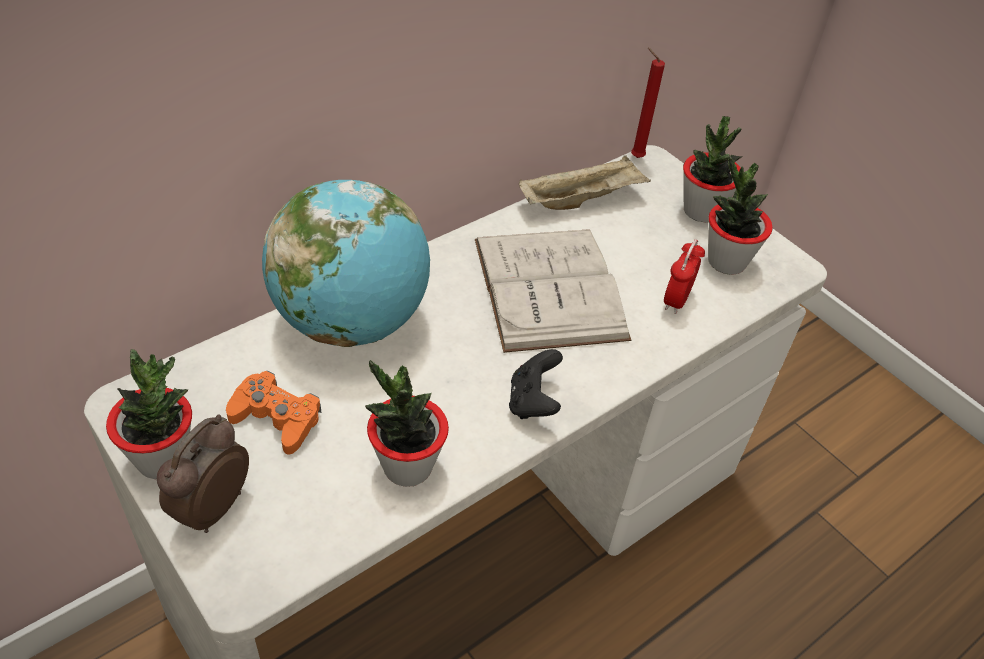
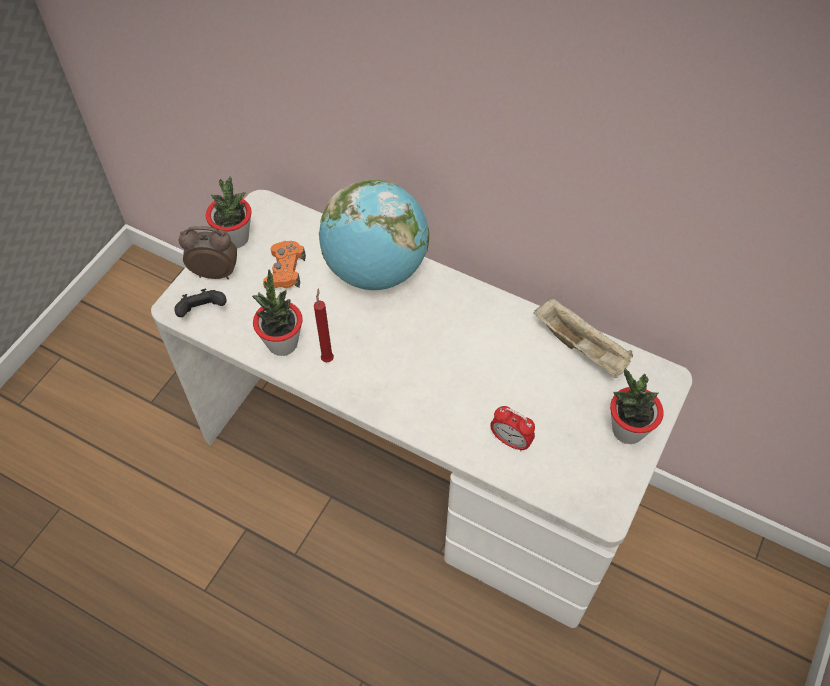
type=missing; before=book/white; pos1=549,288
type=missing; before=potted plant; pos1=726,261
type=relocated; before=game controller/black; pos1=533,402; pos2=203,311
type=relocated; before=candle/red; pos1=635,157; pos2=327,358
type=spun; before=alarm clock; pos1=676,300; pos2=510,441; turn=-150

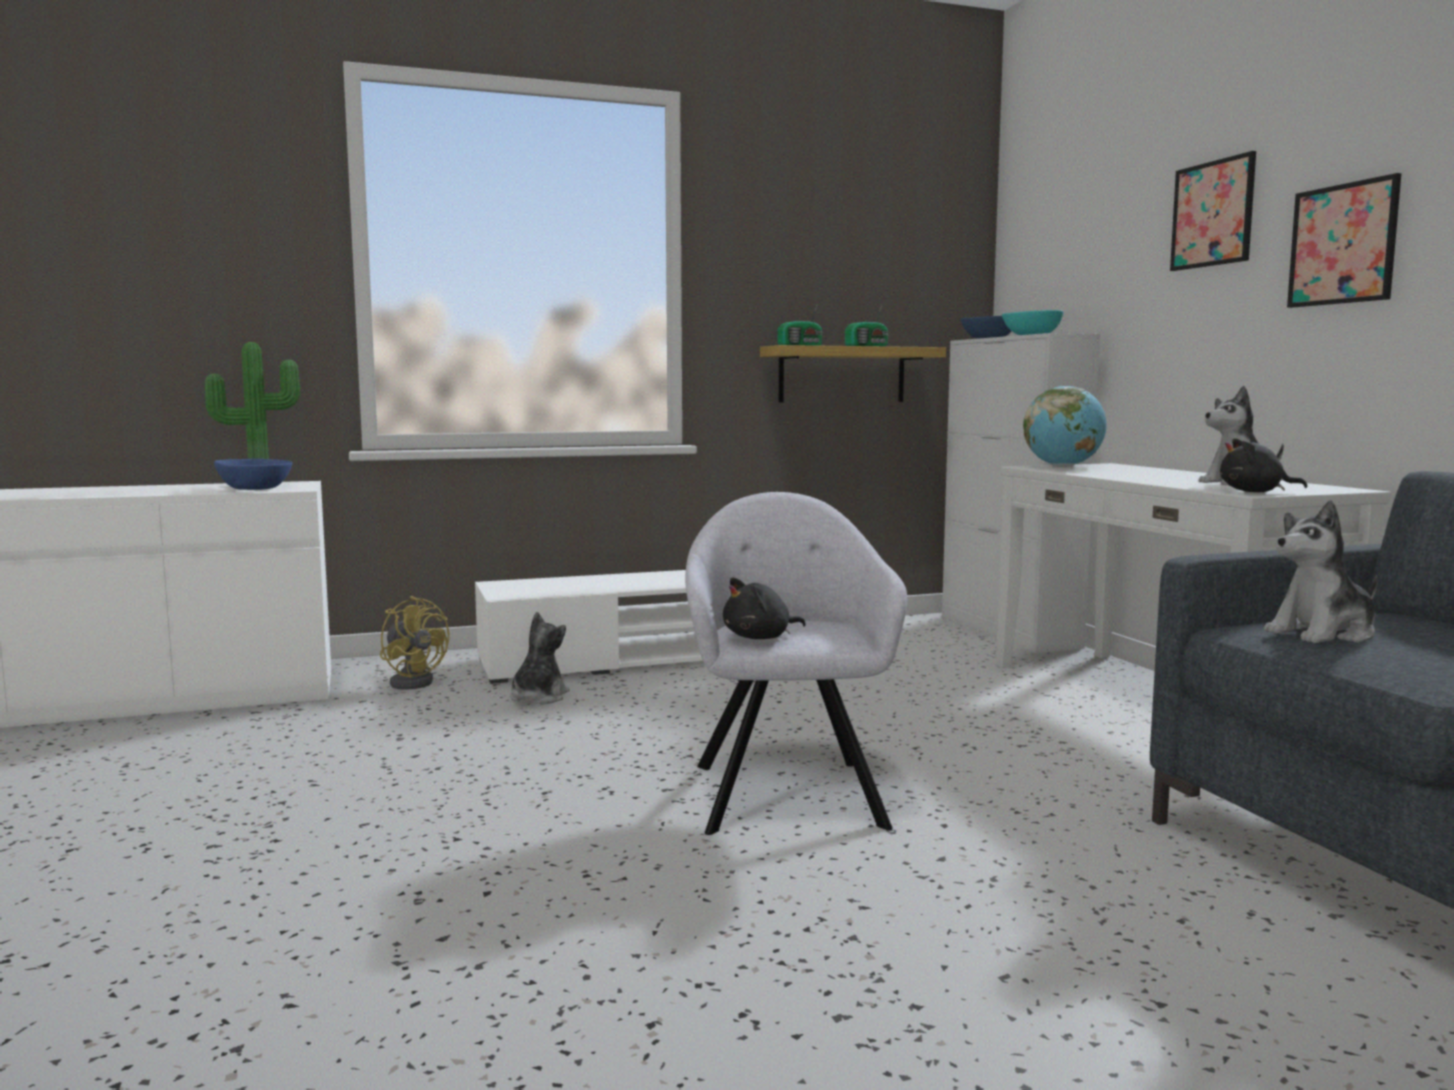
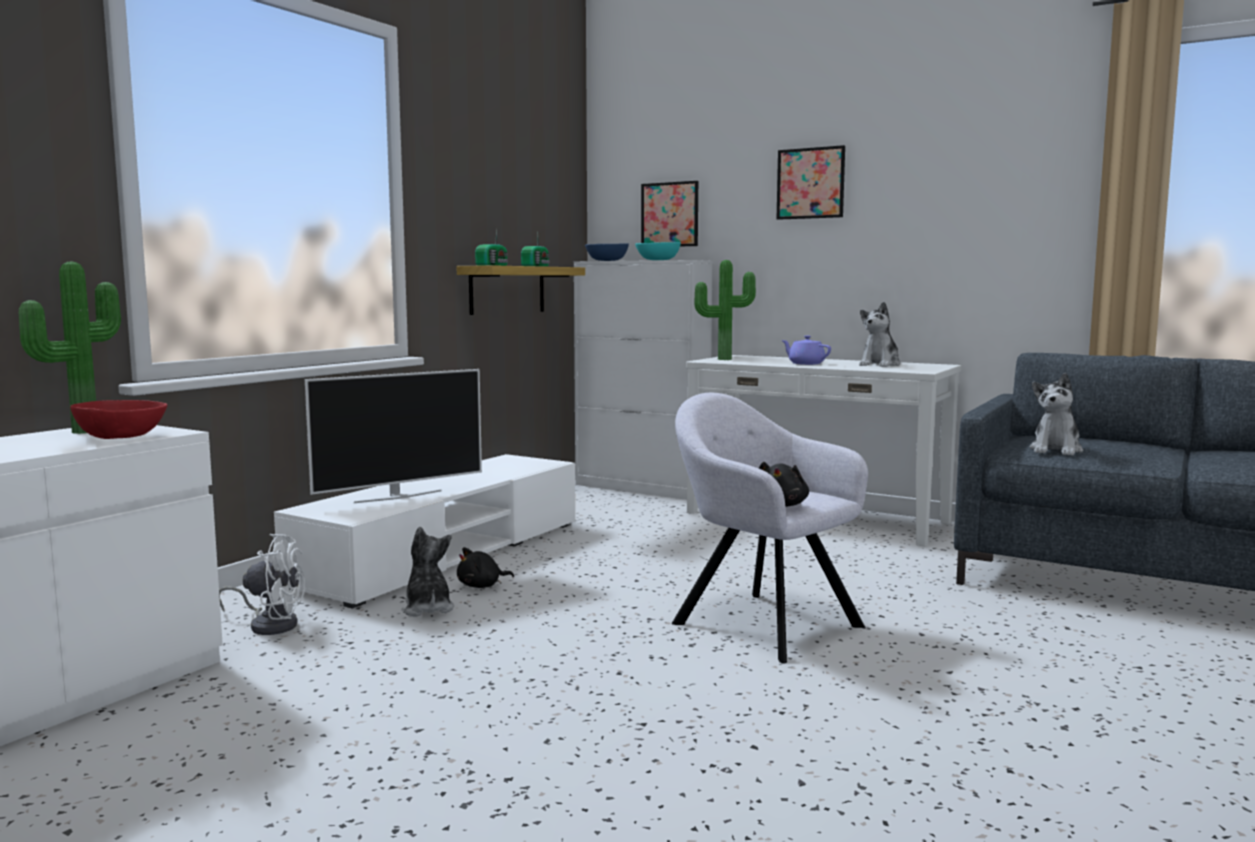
type=appeared; after=television; pos2=398,496
type=appeared; after=teapot/purple; pos2=805,363
type=relocated; before=plush toy/black; pos1=1255,492; pos2=482,586
type=relocated; before=picture; pos1=1343,244; pos2=669,214
type=exchanged; before=globe; after=potted plant; pos1=1063,466; pos2=724,359
type=colour; before=bowl/blue; after=bowl/red; pos1=255,489; pos2=122,437
type=colour; before=fan/yellow; after=fan/white; pos1=414,681; pos2=270,624

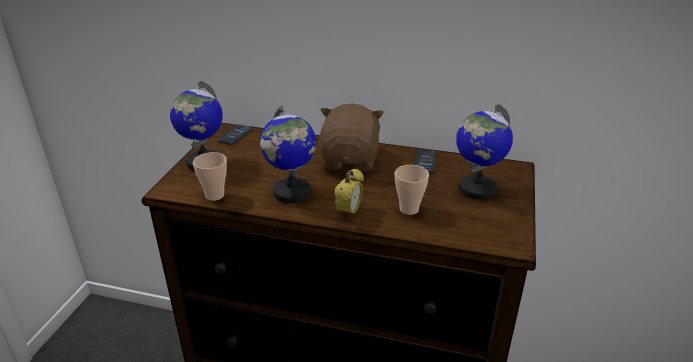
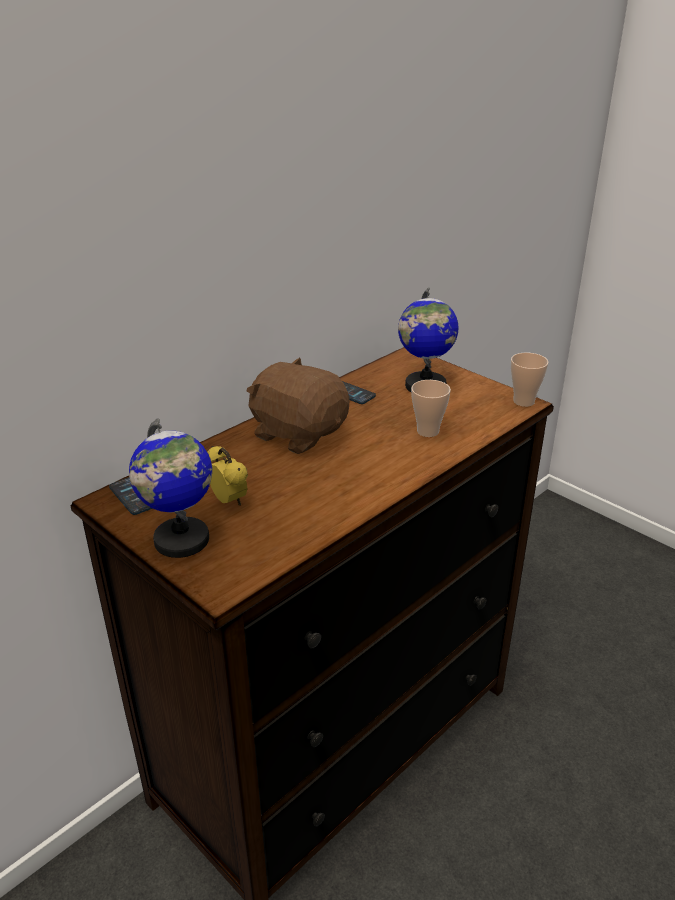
type=missing; before=globe; pos1=291,192
type=relocated; before=cup; pos1=214,195; pos2=523,401
type=relocated; before=alarm clock; pos1=349,212; pos2=229,501

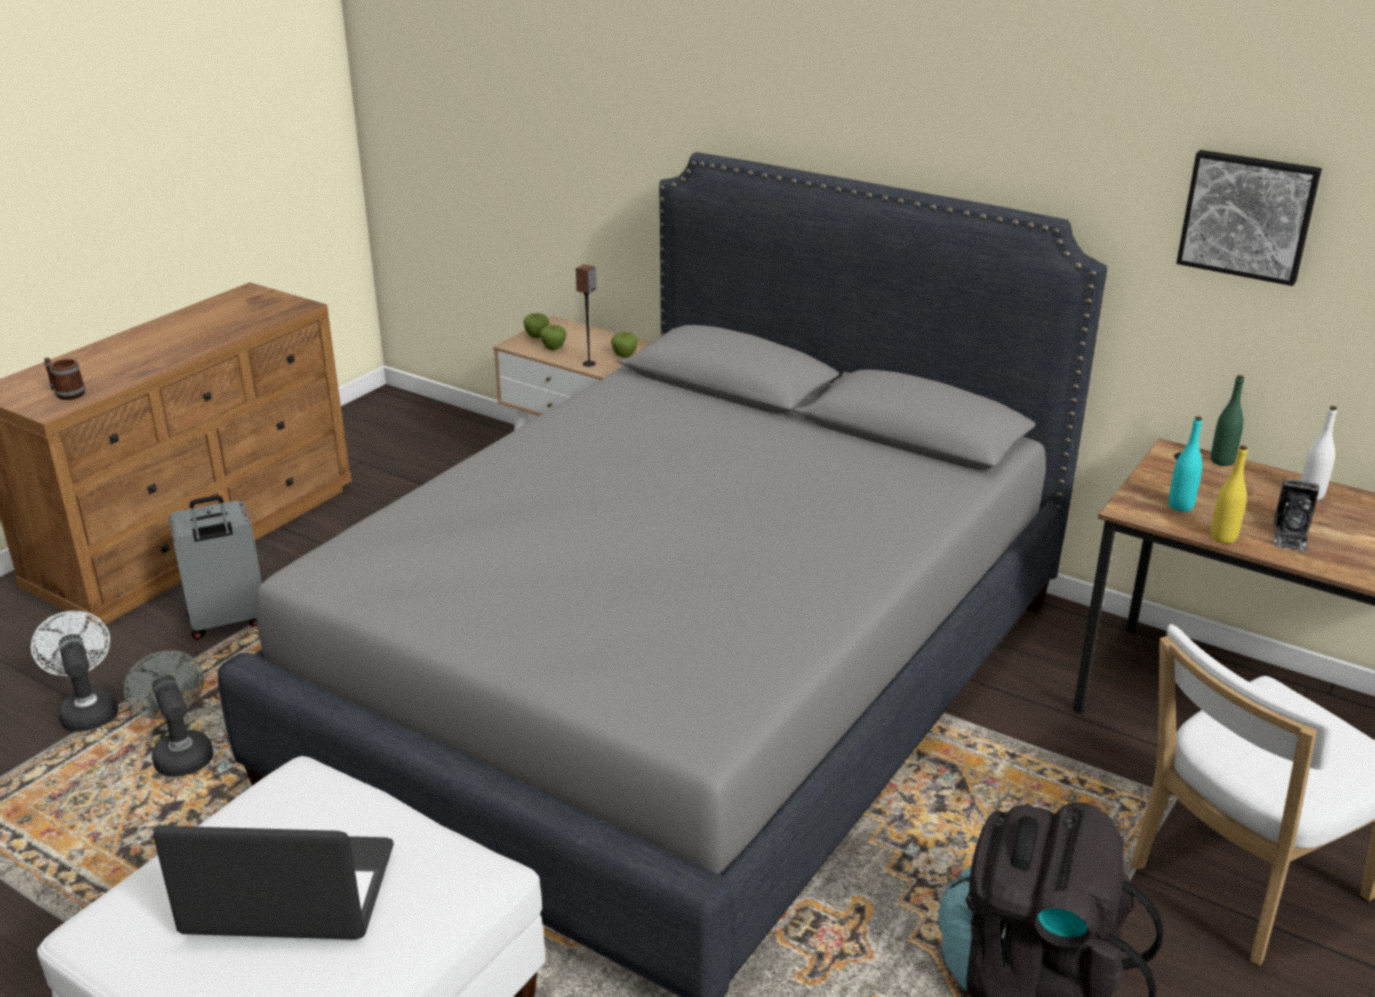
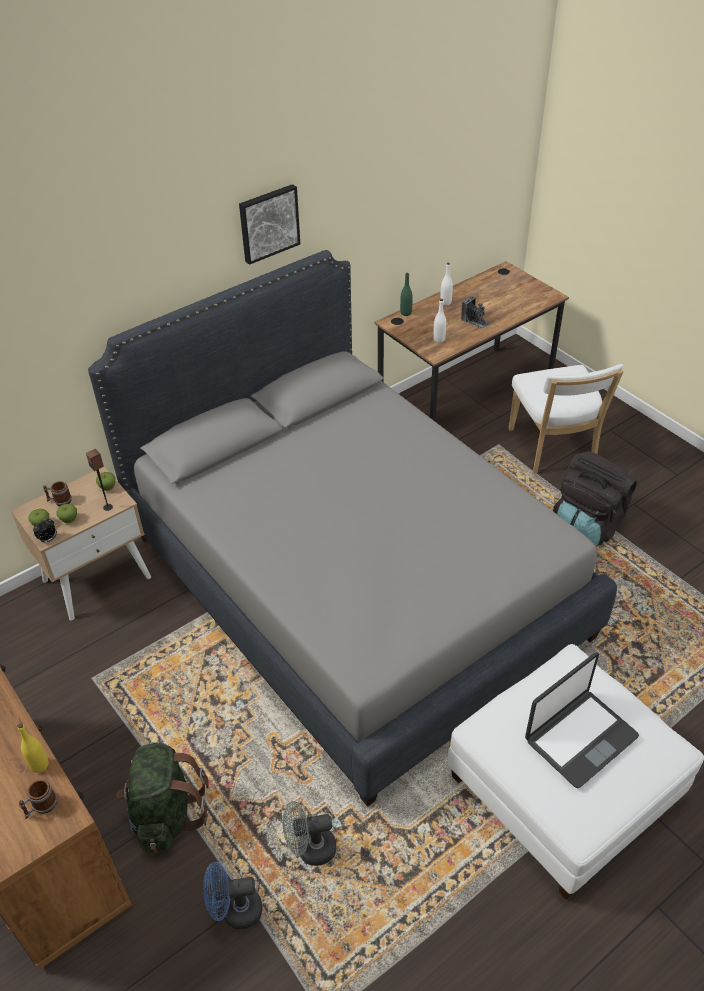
type=appeared; after=alarm clock; pos2=48,540
type=appeared; after=mug; pos2=59,501
type=relocated; before=picture; pos1=1248,215; pos2=268,223
type=relocated; before=bottle/yellow; pos1=1223,537; pos2=39,765
type=exchanged; before=suitcase/grey; after=backpack/green; pos1=228,622; pos2=166,814
type=colour; before=fan/white; after=fan/blue; pos1=87,710; pos2=235,911
type=colour; before=bottle/turquoise; after=bottle/white; pos1=1180,506; pos2=439,339
type=spun; before=laptop; pos1=289,893; pos2=579,737; turn=-150

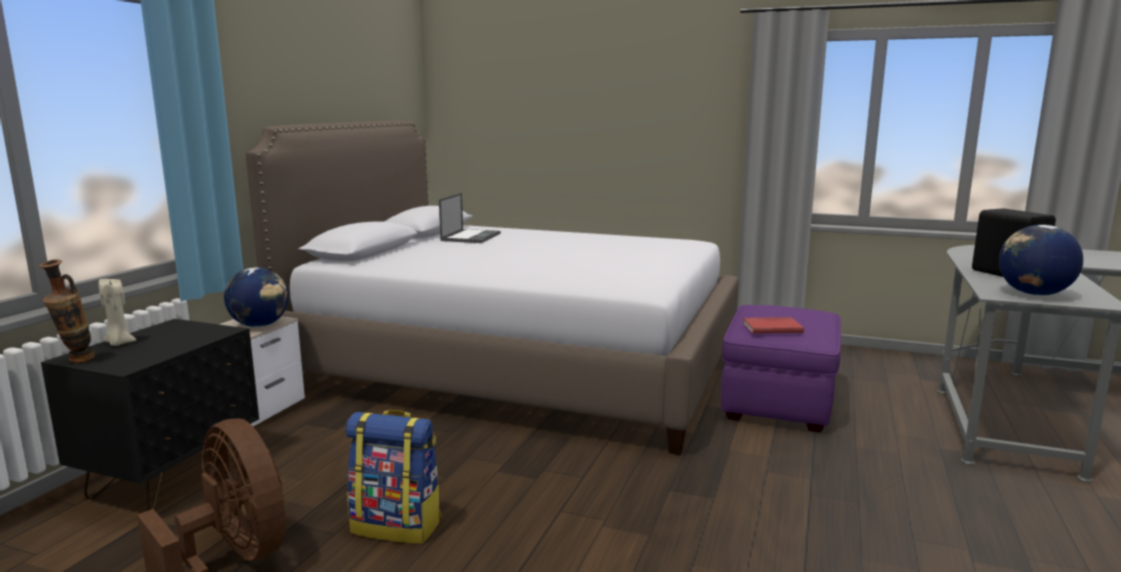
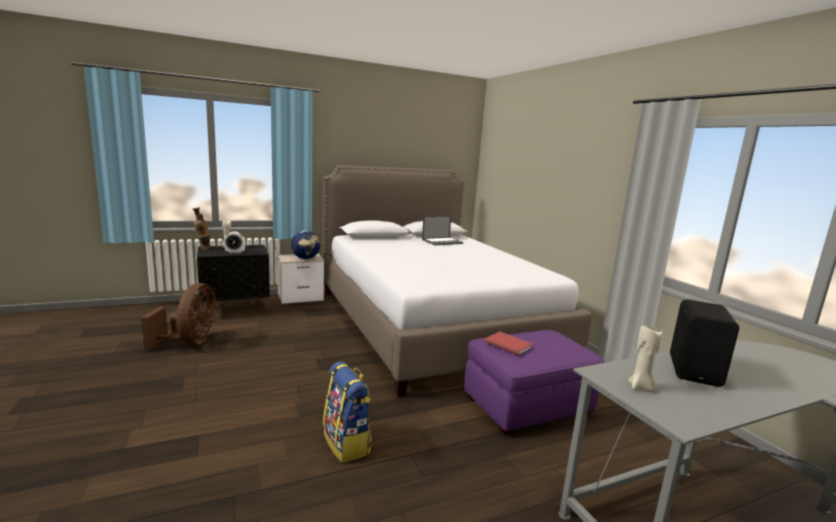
type=appeared; after=alarm clock; pos2=235,252
type=relocated; before=backpack; pos1=397,525; pos2=347,443
type=exchanged; before=globe; after=candle/beige; pos1=1033,294; pos2=640,387

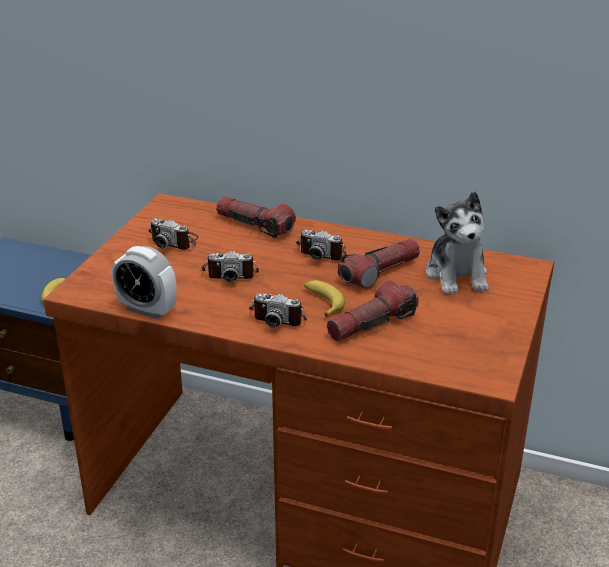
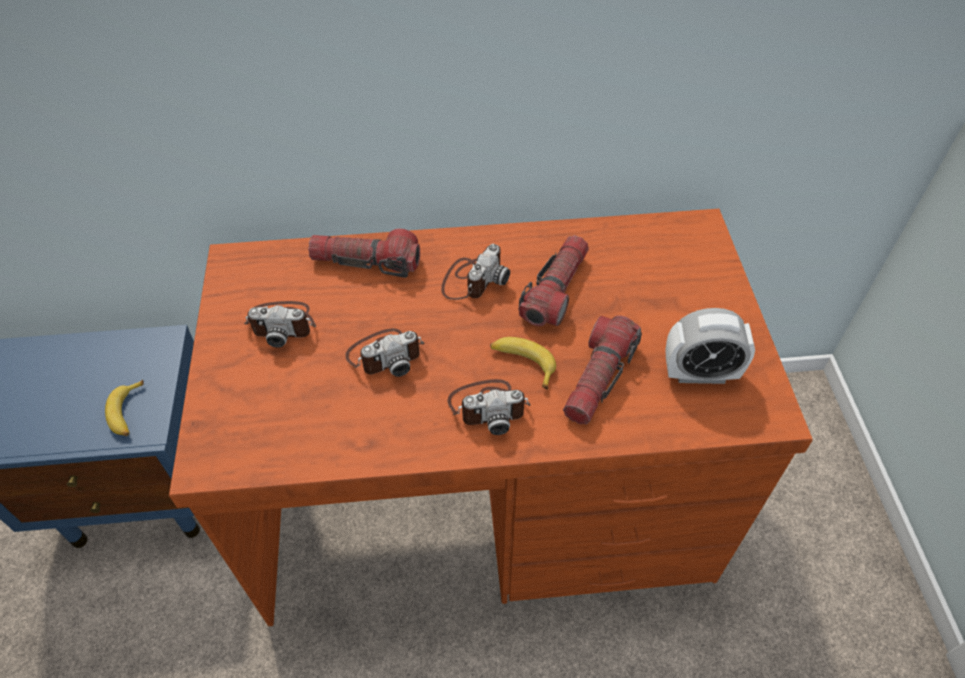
type=missing; before=plush toy; pos1=457,275
type=relocated; before=alarm clock; pos1=147,309; pos2=700,373
type=spun; before=photo camera; pos1=323,252; pos2=473,279; turn=-60

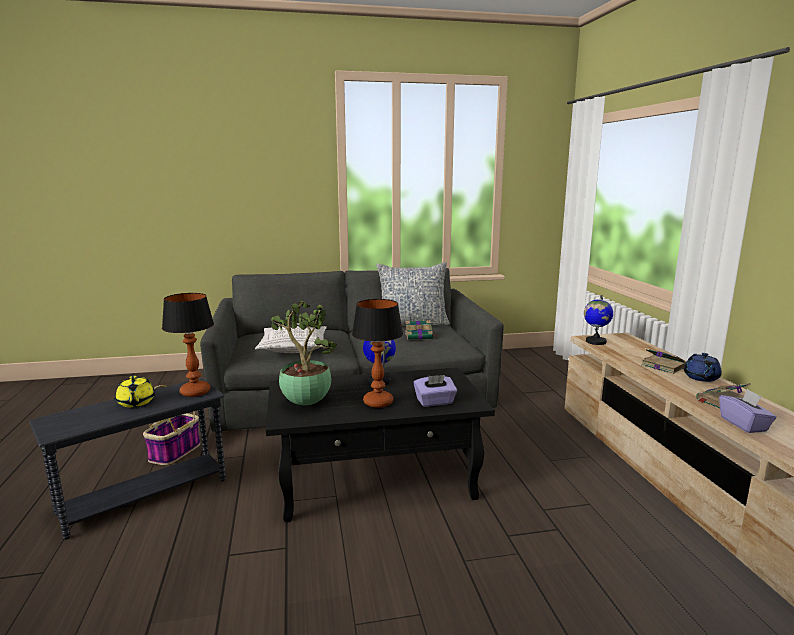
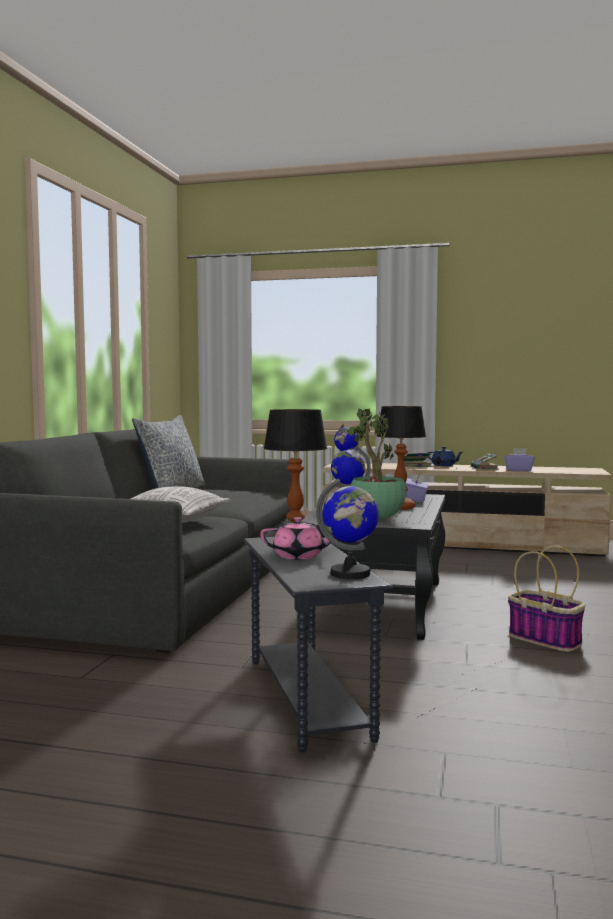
type=missing; before=book; pos1=419,336
type=appeared; after=globe; pos2=350,574
type=relocated; before=basket; pos1=174,452; pos2=546,640
type=colour; before=teapot/yellow; after=teapot/pink; pos1=136,403; pos2=299,556

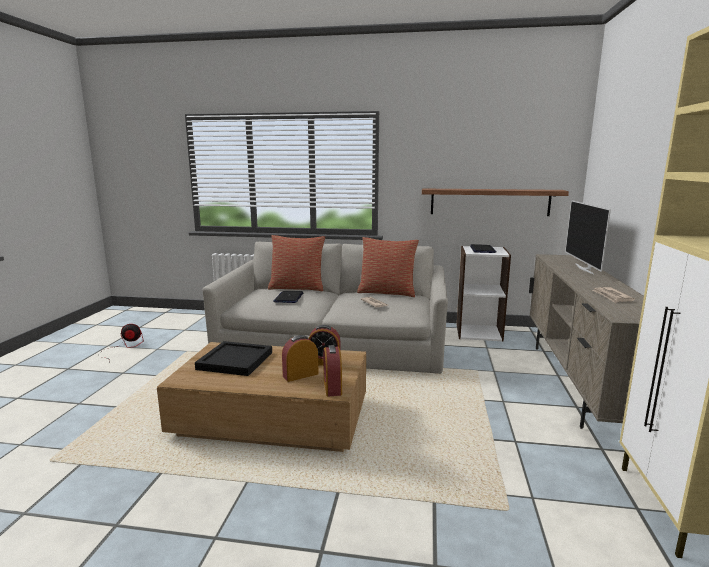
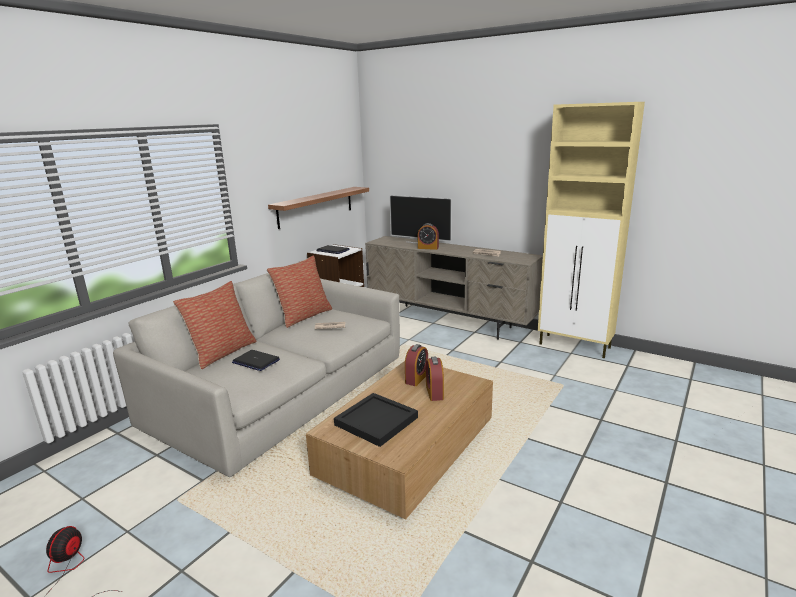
type=relocated; before=alarm clock; pos1=332,387; pos2=428,248

